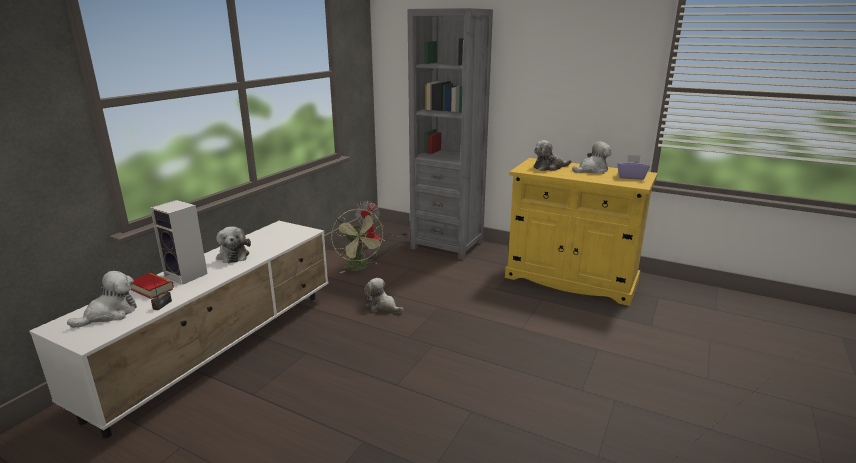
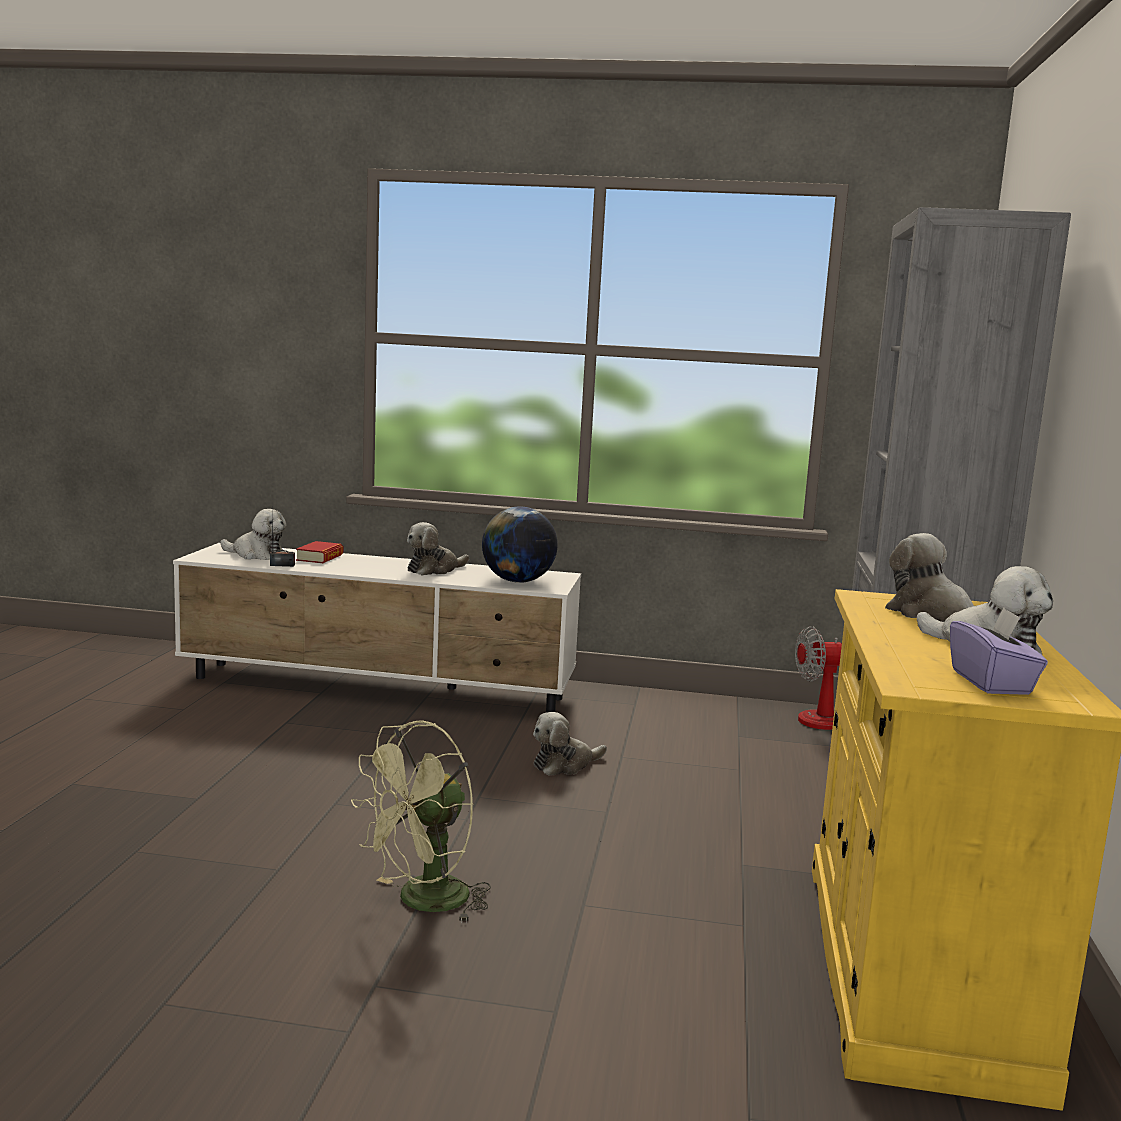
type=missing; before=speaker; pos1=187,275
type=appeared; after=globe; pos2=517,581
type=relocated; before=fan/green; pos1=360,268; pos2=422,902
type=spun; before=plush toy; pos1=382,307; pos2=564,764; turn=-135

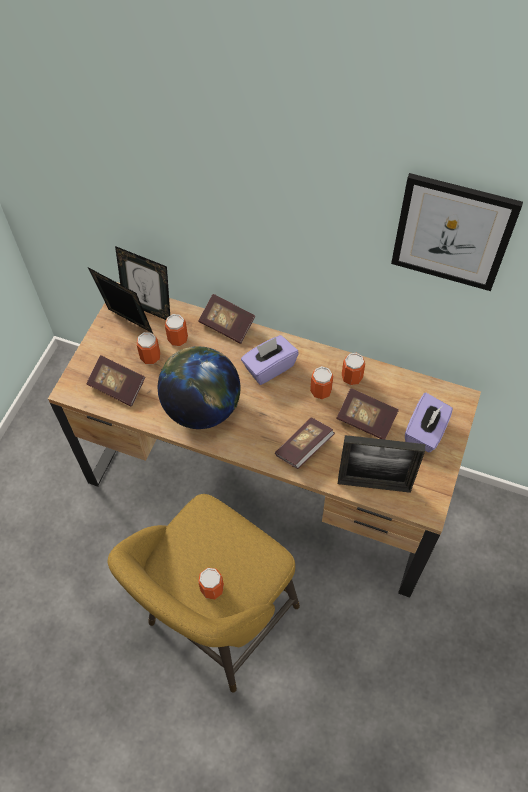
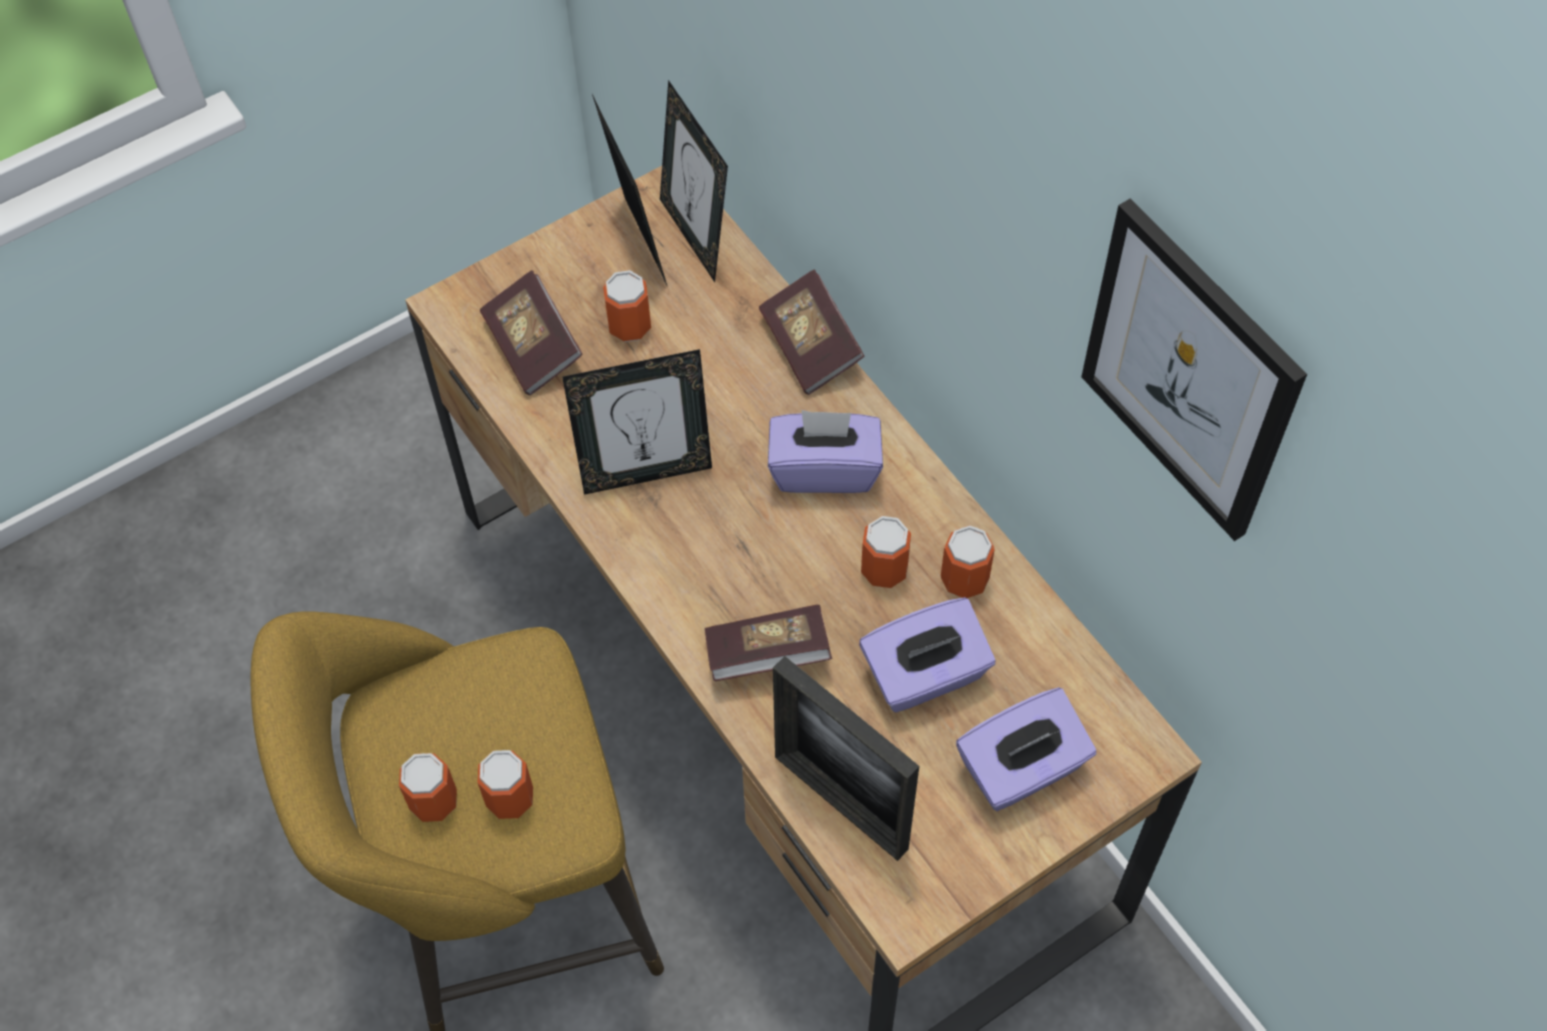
type=relocated; before=can; pos1=178,339; pos2=510,798
type=exchanged; before=globe; after=picture frame; pos1=202,408; pos2=646,472
type=exchanged; before=book; after=tissue box/purple; pos1=366,420; pos2=925,675

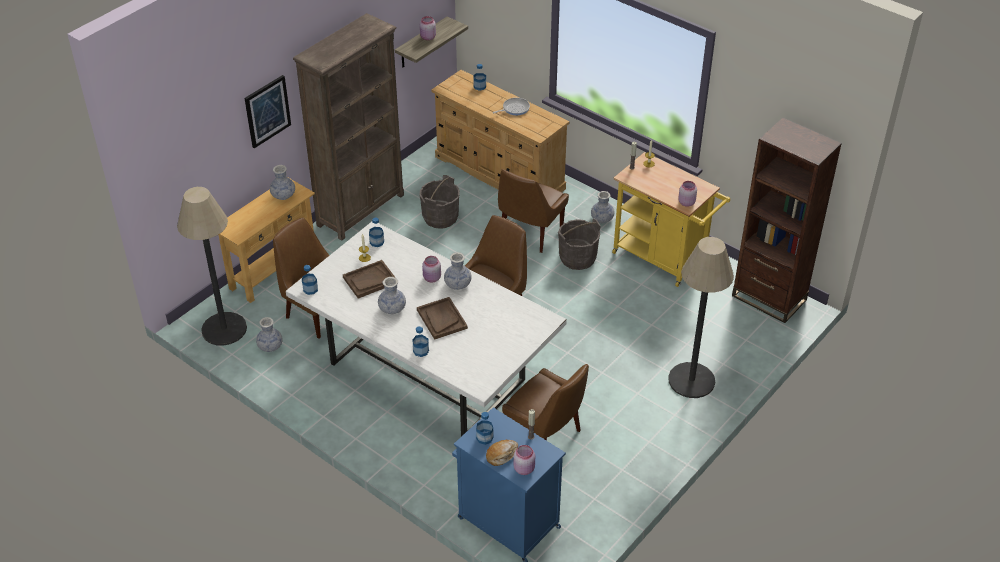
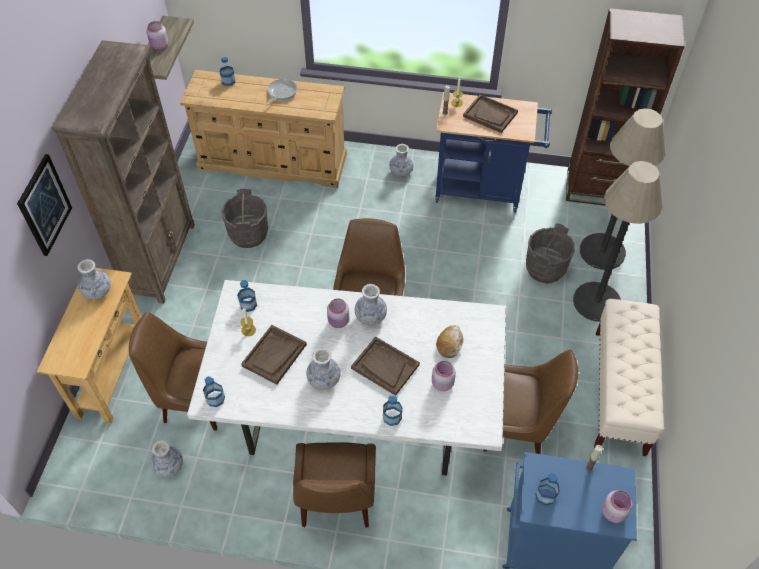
type=appeared; after=tray/brown; pos2=490,115
type=appeared; after=bench/beige; pos2=619,392
type=relocated; before=floor lamp; pos1=224,329; pos2=602,251
type=relocated; before=bread; pos1=501,455; pos2=449,344
type=relocated; before=chair/brown; pos1=529,234; pos2=336,502
type=relocated; before=bucket/grey; pos1=577,258; pos2=545,268
type=relocated; before=jar/pink; pos1=686,202; pos2=441,383
type=colour; before=cart/yellow; after=cart/blue; pos1=663,260; pos2=484,190

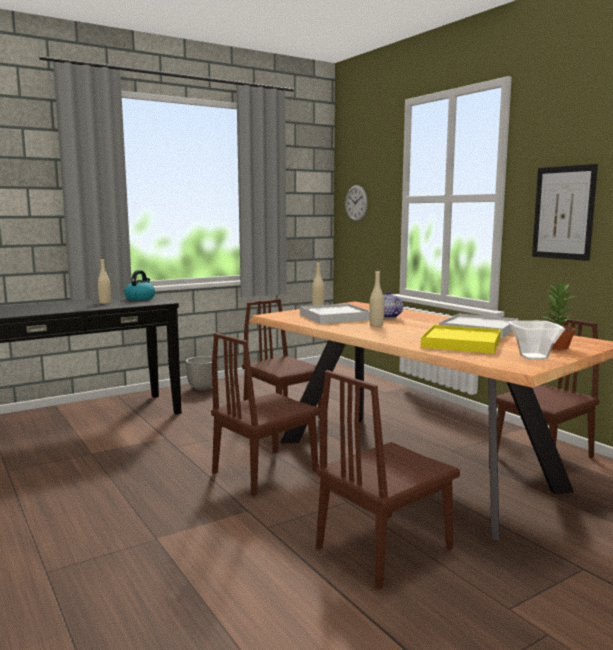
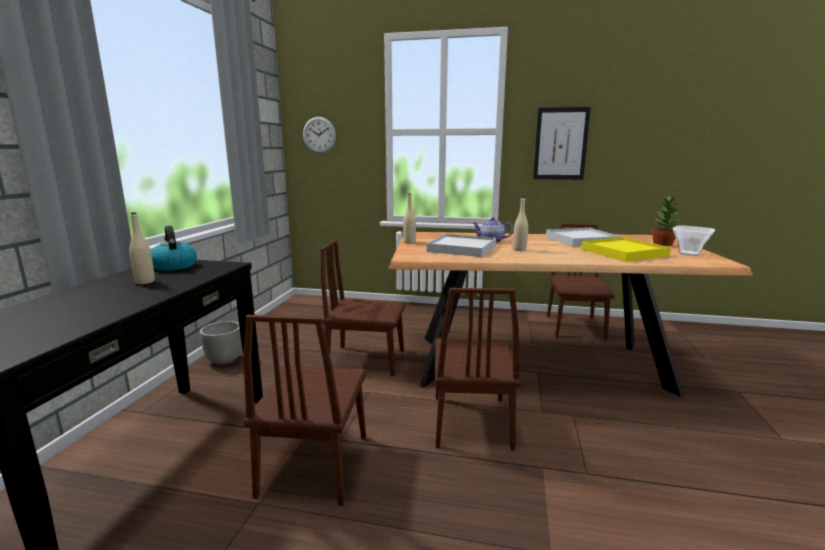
type=relocated; before=chair/brown; pos1=384,548; pos2=315,464

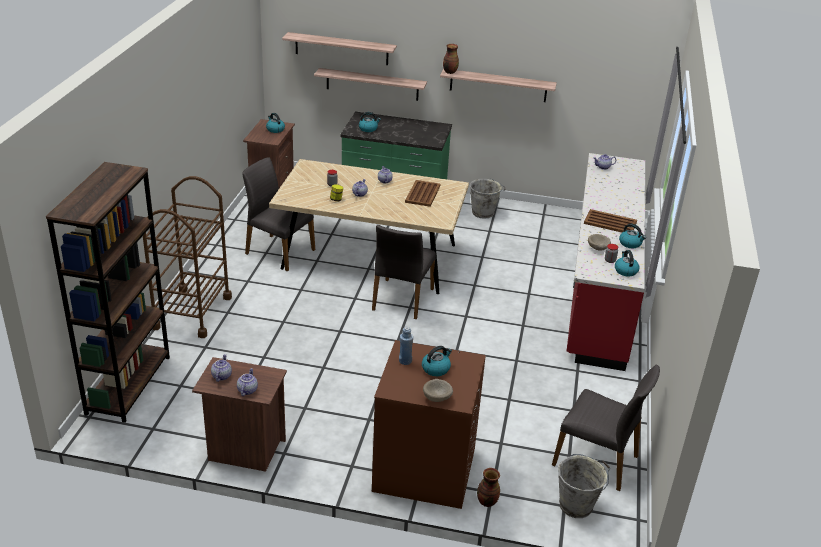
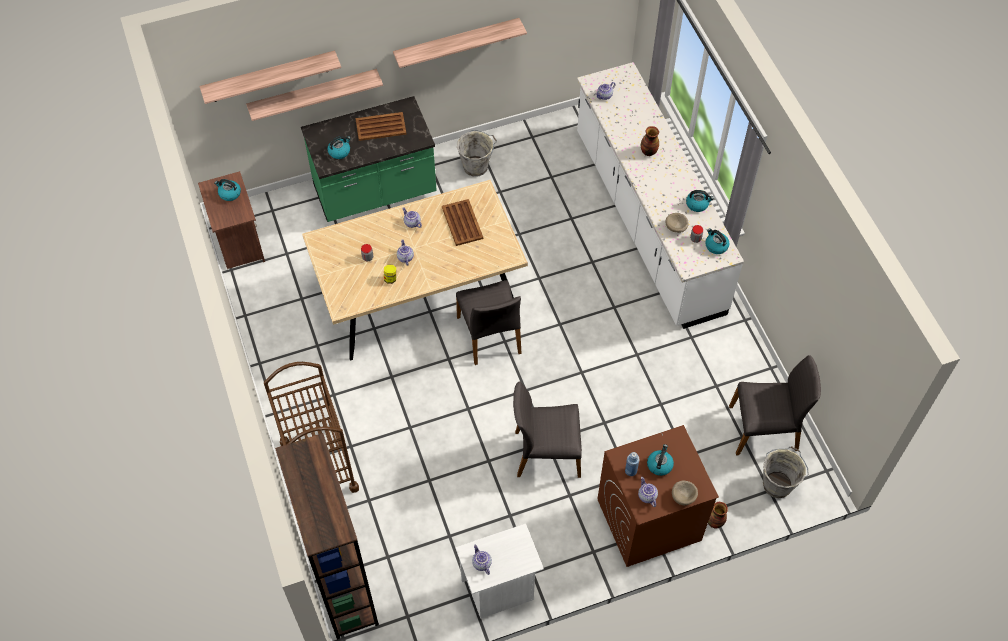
type=relocated; before=teapot; pos1=247,390; pos2=646,496
type=relocated; before=chair/grey; pos1=279,252; pos2=546,453
type=relocated; before=vase; pos1=449,72; pos2=648,152
type=relocated; before=tray/brown; pos1=609,222; pos2=380,127
type=colour; before=nightstand/brown; after=nightstand/white; pos1=244,450; pos2=499,590
type=colour; before=counter/red; after=counter/white; pos1=598,290; pos2=647,222

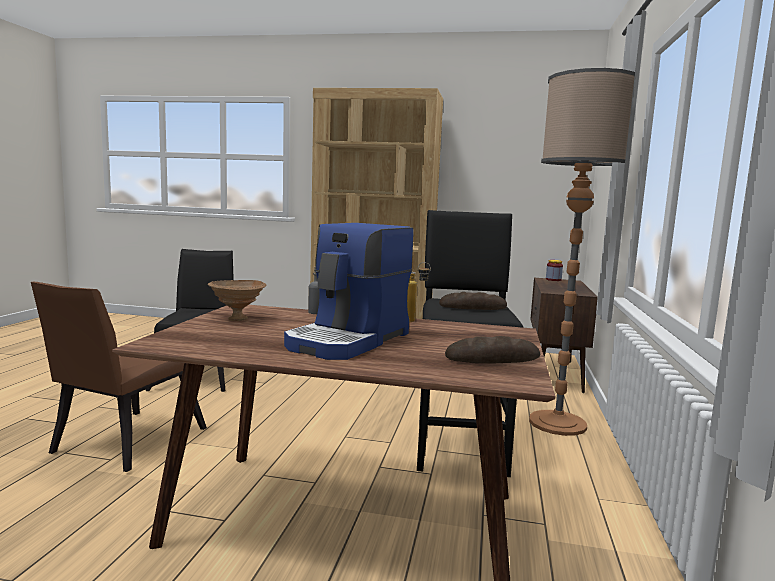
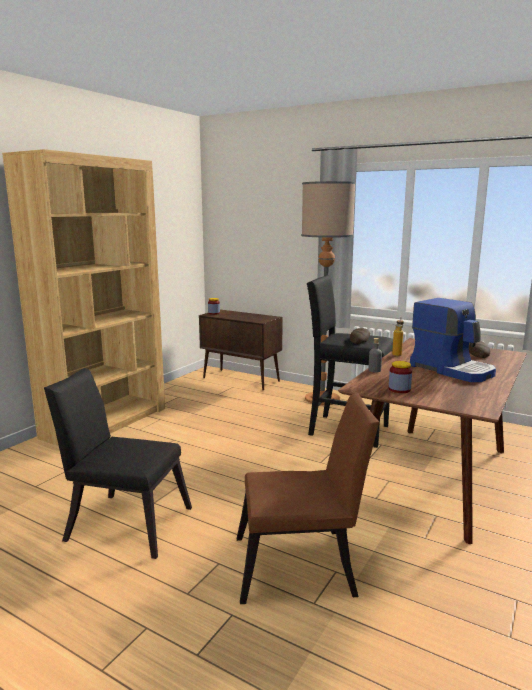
type=exchanged; before=bowl/brown; after=jar; pos1=236,318; pos2=399,389
type=spun; before=chair/brown; pos1=123,443; pos2=302,566; turn=-45

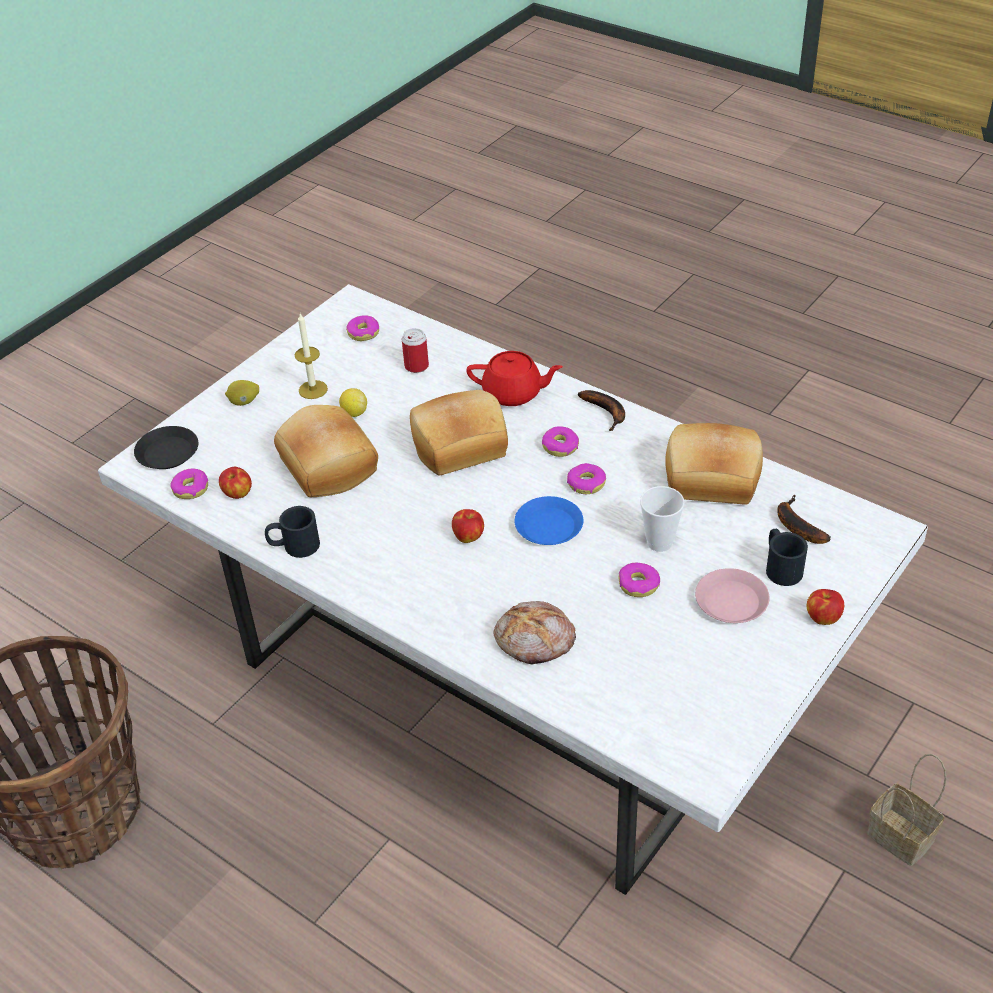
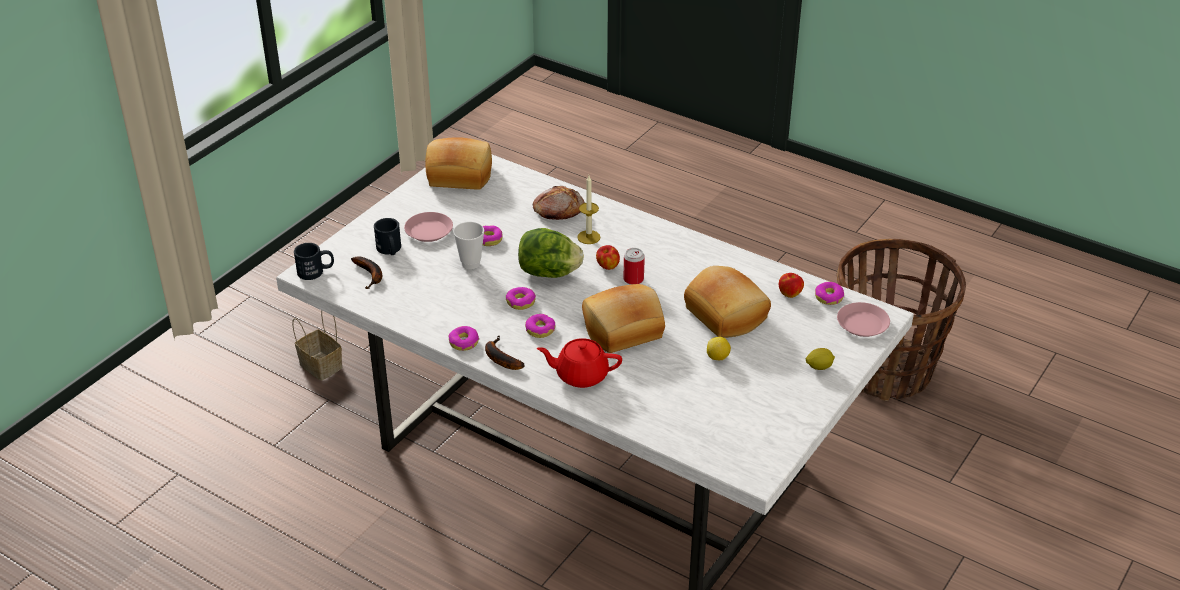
type=missing; before=apple; pos1=823,617
type=relocated; before=mug/black; pos1=294,546; pos2=316,271
type=relocated; before=candle; pos1=313,389; pos2=588,237
type=relocated; before=donut; pos1=363,333; pos2=463,342
type=relocated; before=can; pos1=416,366; pos2=633,279
type=relocated; before=bread; pos1=711,480; pos2=460,174
type=exchanged; before=plate/blue; after=lettuce; pos1=549,526; pos2=549,273
type=colour; before=plate/black; after=plate/pink; pos1=168,453; pos2=862,324

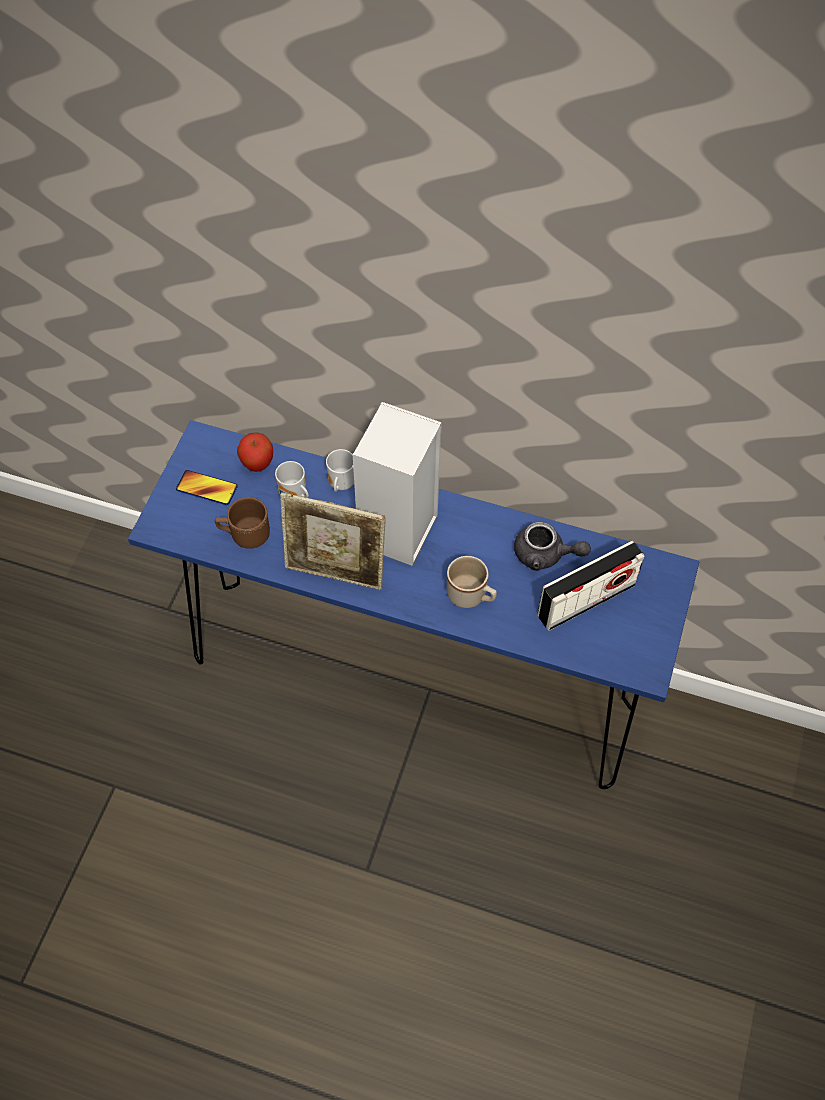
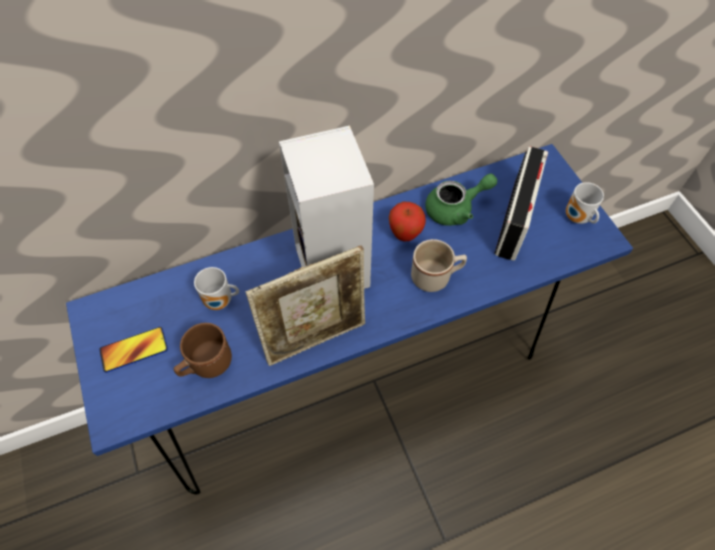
type=relocated; before=apple; pos1=257,465; pos2=405,234
type=relocated; before=mug; pos1=340,484; pos2=577,219
type=colour; before=teapot/grey; after=teapot/green; pos1=545,555; pos2=455,209

